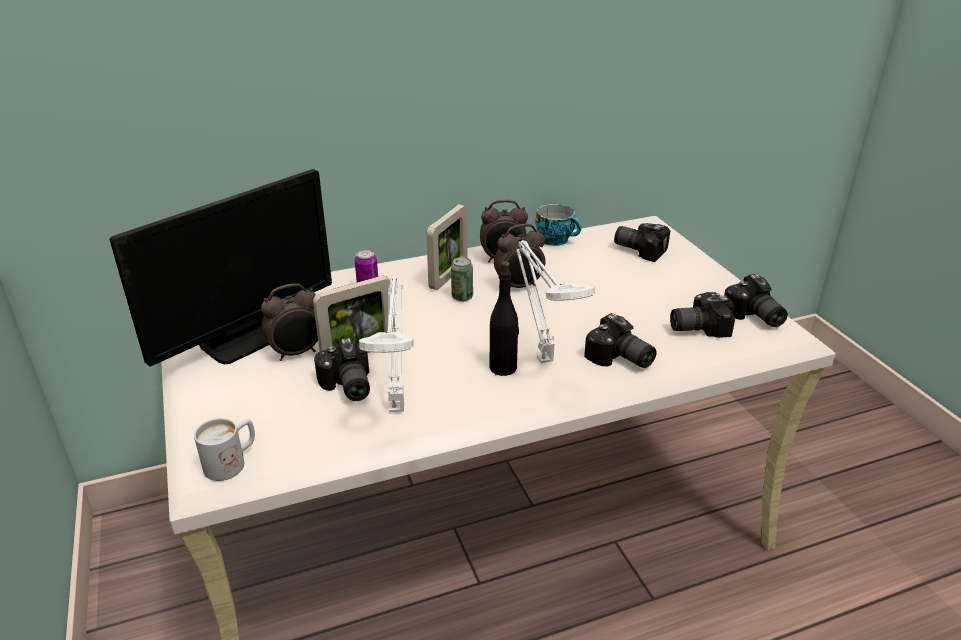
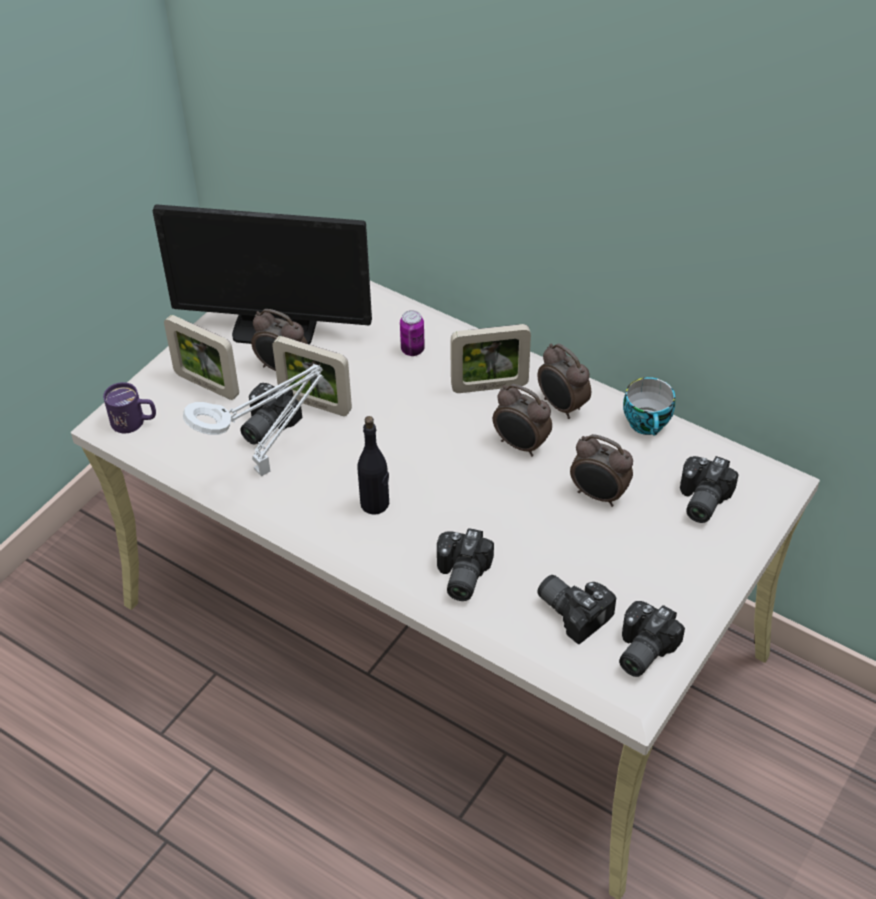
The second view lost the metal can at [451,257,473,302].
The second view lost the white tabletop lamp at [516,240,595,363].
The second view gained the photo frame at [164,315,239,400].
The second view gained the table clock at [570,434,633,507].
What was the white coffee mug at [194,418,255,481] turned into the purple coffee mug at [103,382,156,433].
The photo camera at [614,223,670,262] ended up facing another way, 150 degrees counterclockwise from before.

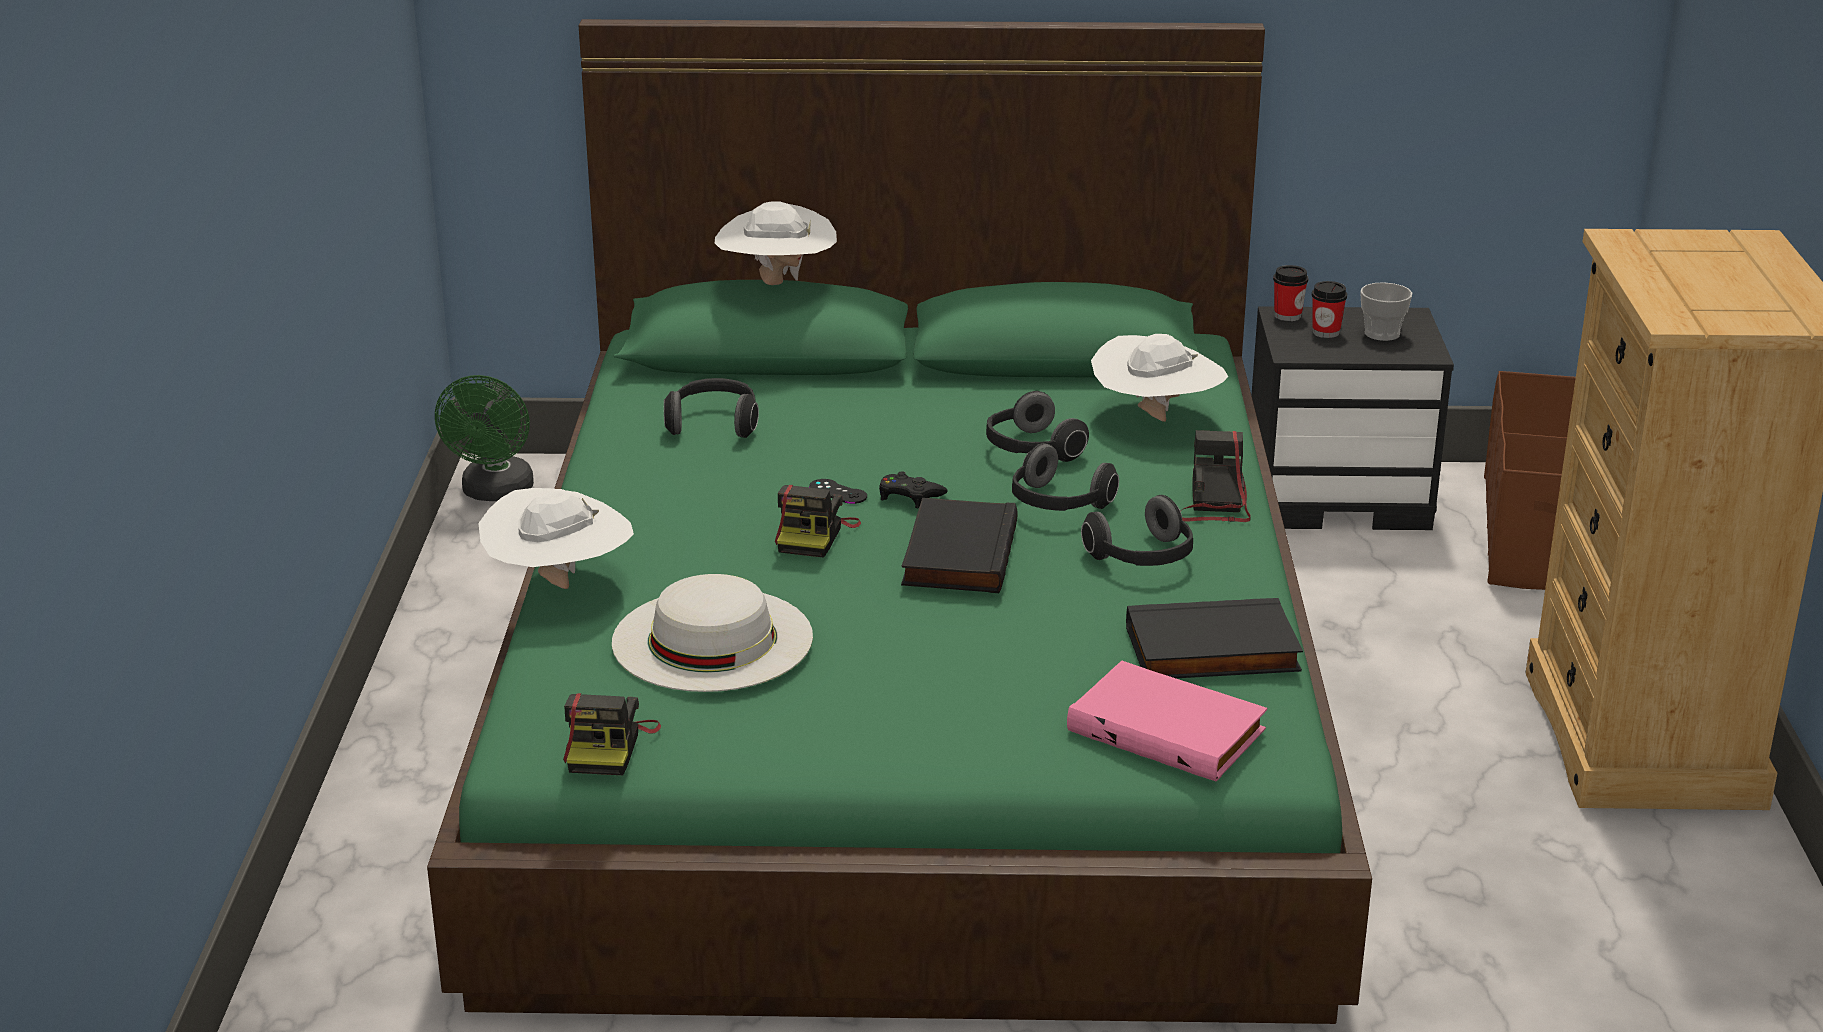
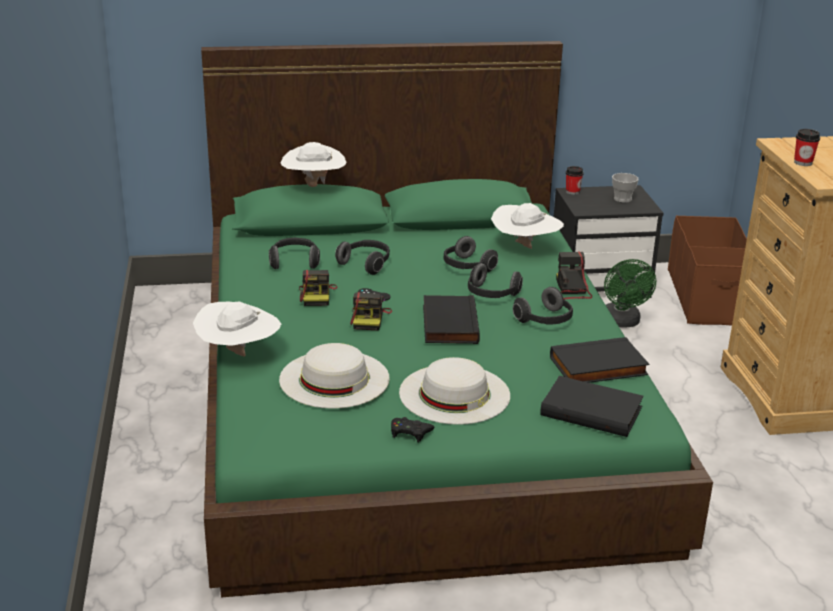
The second view gained the pair of headphones at [335,240,390,275].
The second view gained the white hat at [399,357,510,425].
The greenish fan ended up elsewhere, having gone from [435,375,534,501] to [604,259,656,328].
The photo camera ended up elsewhere, having gone from [563,693,661,775] to [299,270,337,306].
The black joypad ended up elsewhere, having gone from [879,471,948,508] to [391,417,434,442].
The drinking cup ended up elsewhere, having gone from [1312,281,1347,338] to [794,129,820,166].
What was the pink-coloured book at [1067,660,1267,782] turned into the black book at [540,376,643,437].

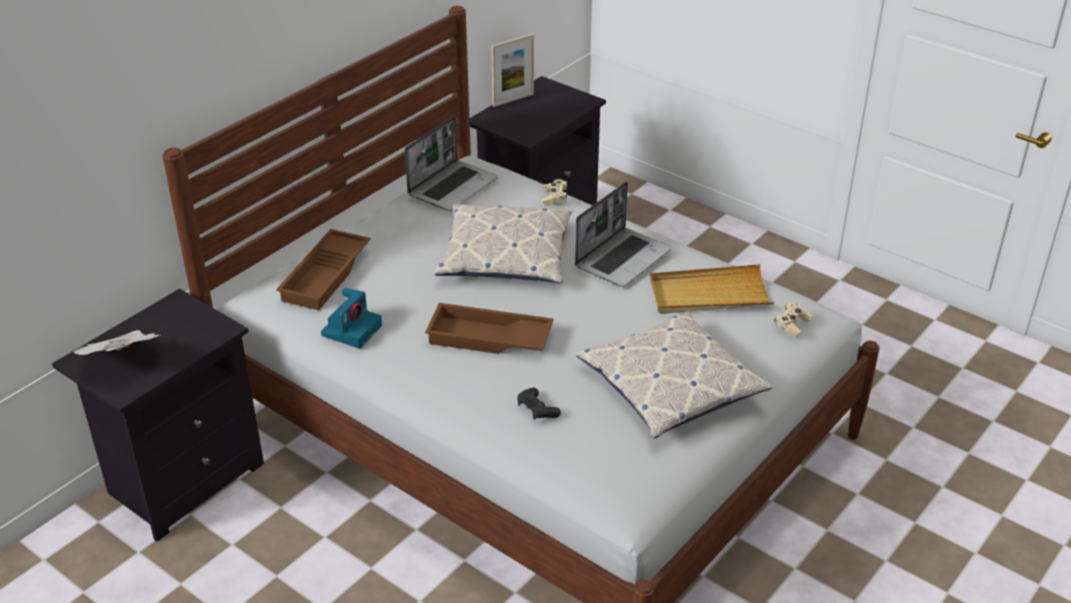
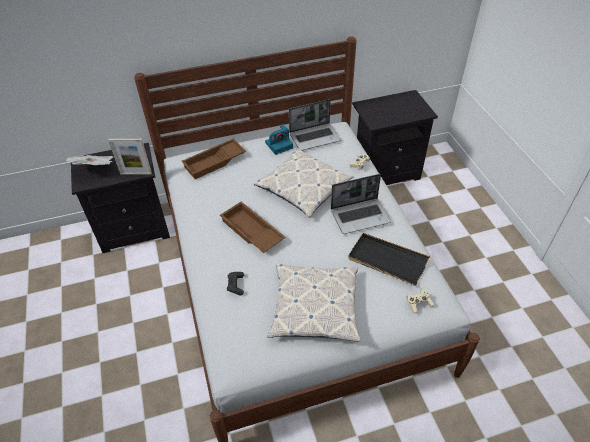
The photo camera ended up elsewhere, having gone from [321,288,382,349] to [265,124,293,155].
The photo frame ended up elsewhere, having gone from [491,34,534,107] to [108,139,152,175].
What was the beige-coloured serving tray at [650,264,774,314] turned into the black serving tray at [348,233,430,286].

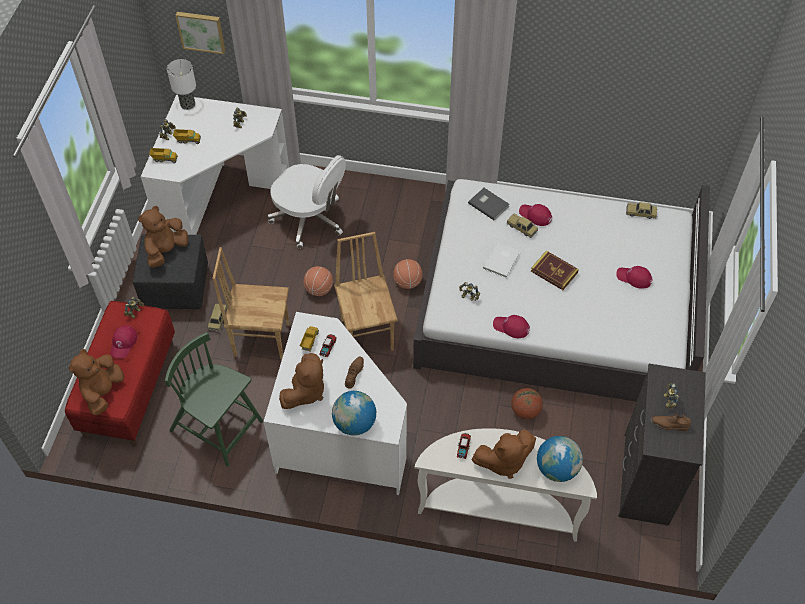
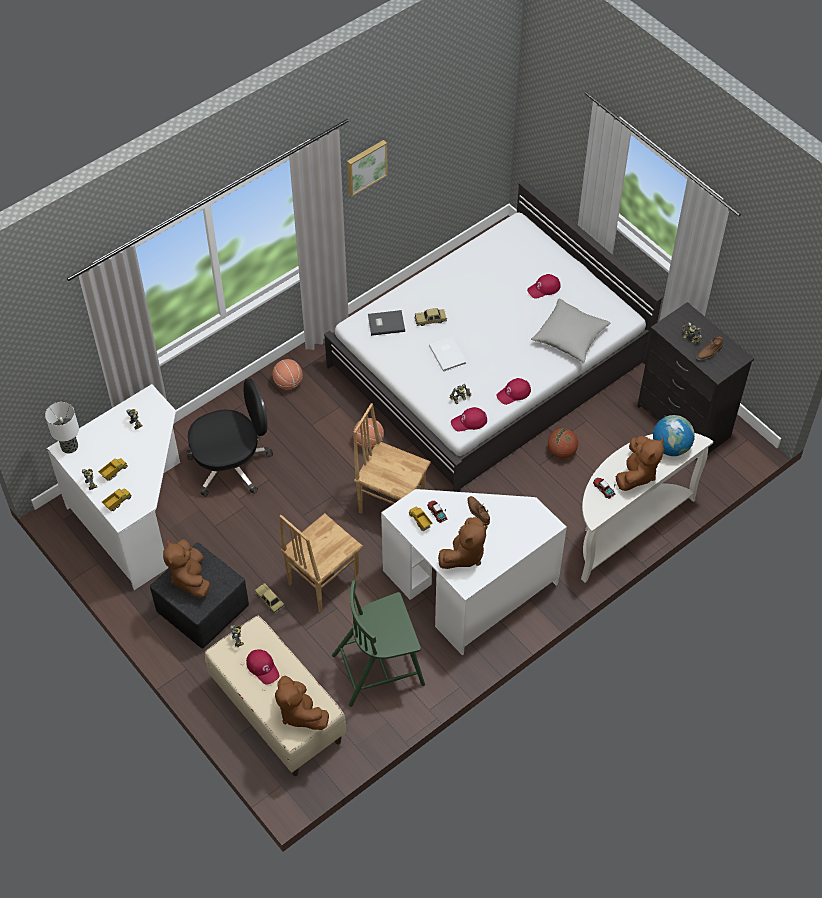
The second view lost the globe at [332,391,376,436].
The second view lost the book at [531,251,579,290].
The second view lost the toy car at [626,202,658,219].
The second view gained the grey pillow at [531,298,610,363].
The wall art ended up elsewhere, having gone from [176,12,225,54] to [347,140,388,196].
The ball for basketball ended up elsewhere, having gone from [303,266,333,296] to [272,359,303,390].
The red-coloured cap ended up elsewhere, having gone from [519,204,552,226] to [451,407,487,431].
What was the red-coloured long seat at [65,301,175,447] turned into the beige-coloured long seat at [205,616,346,776].
What was the white computer chair at [268,155,346,249] turned into the black computer chair at [186,379,273,497].
The brown soft toy at [279,353,324,409] ended up facing another way, 60 degrees clockwise from before.

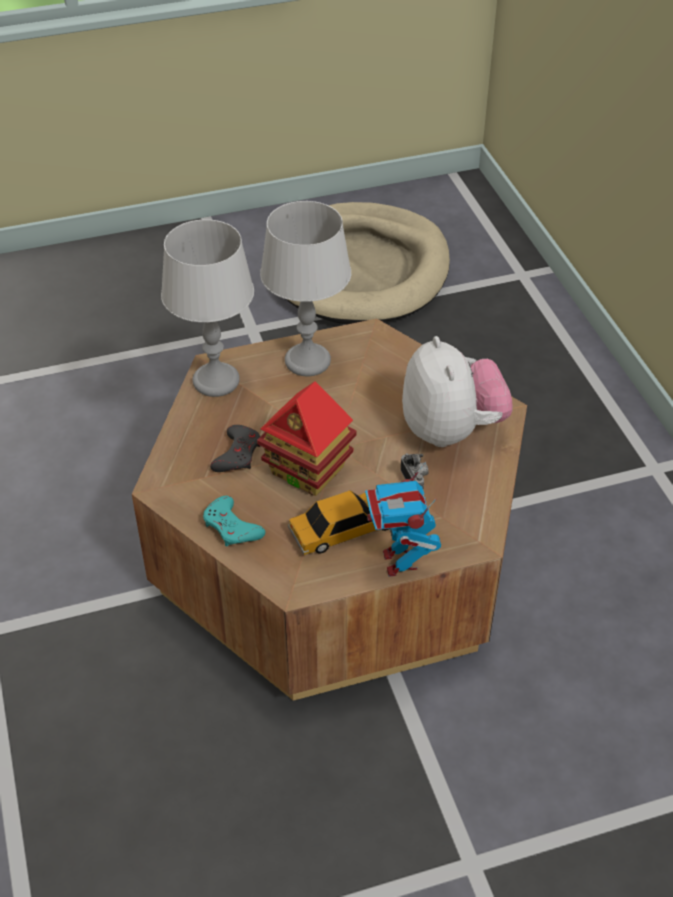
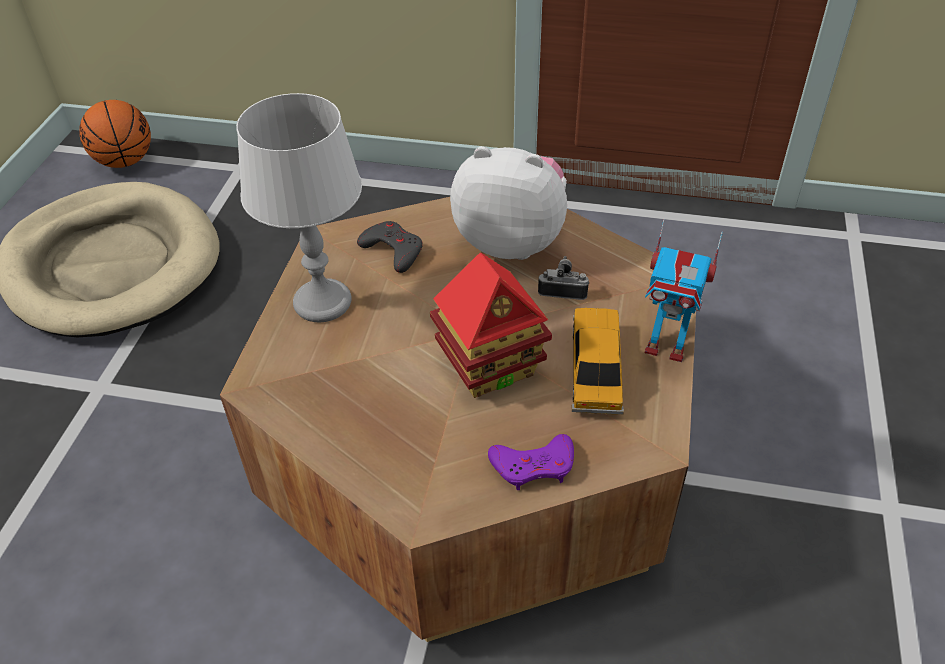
The second view lost the grey tabletop lamp at [161,219,254,397].
The second view gained the ball for basketball at [79,100,151,168].
The grey joypad ended up elsewhere, having gone from [210,425,260,472] to [357,221,423,273].
What was the turquoise-coloured joypad at [203,496,265,547] turned into the purple joypad at [488,434,574,490].

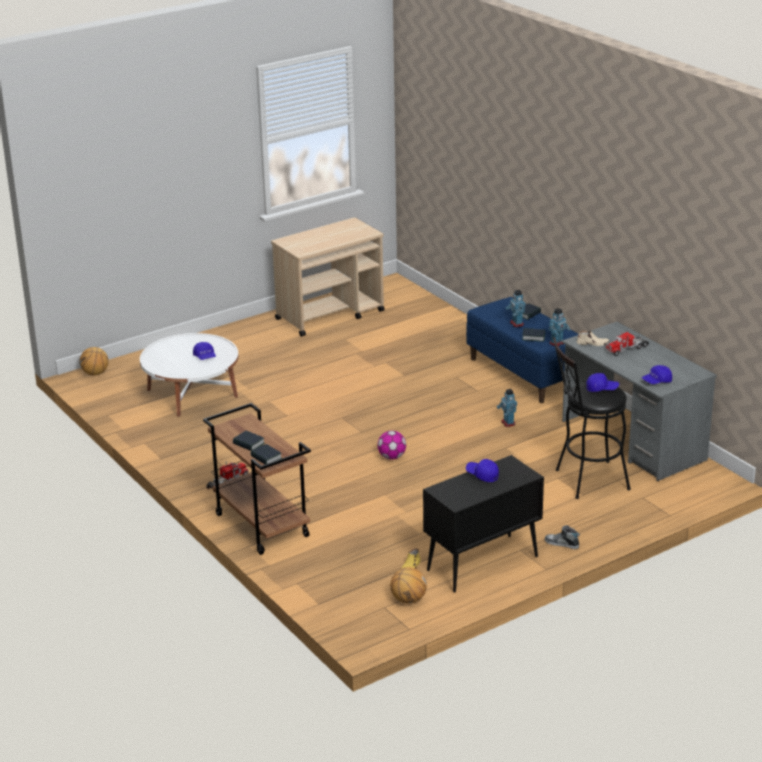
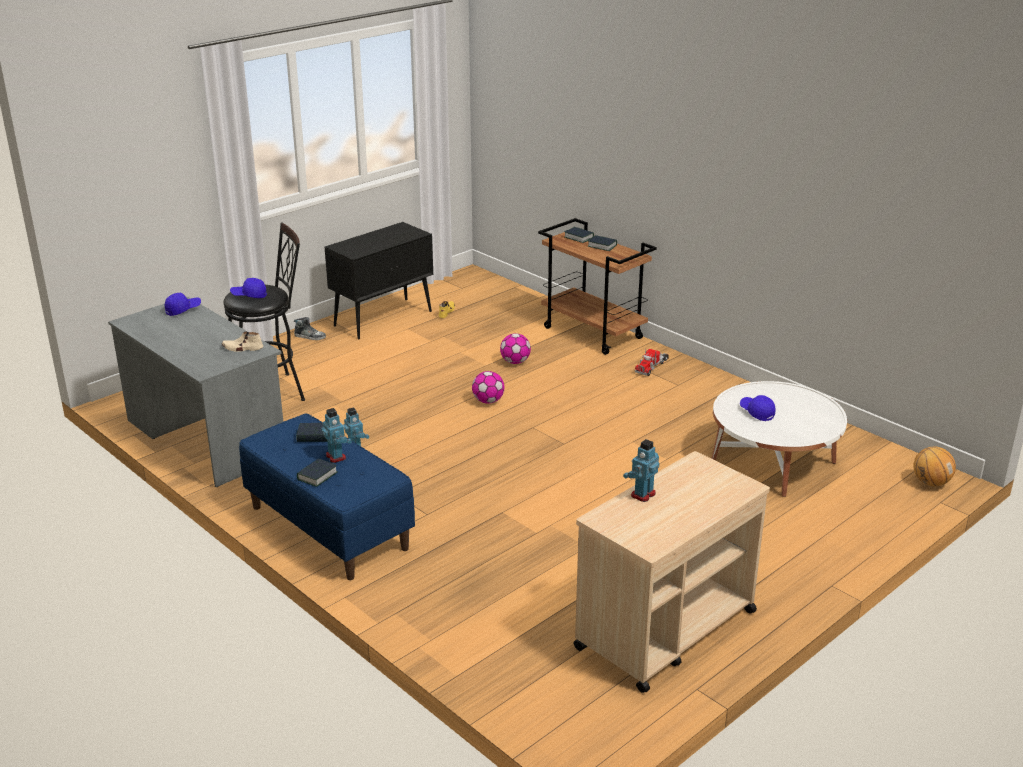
The second view lost the ball for basketball at [390,567,427,604].
The second view lost the blue cap at [466,459,499,482].
The second view lost the model truck at [605,331,649,356].
The second view gained the football at [500,333,531,364].
The toy robot ended up elsewhere, having gone from [549,308,571,347] to [623,439,659,502].

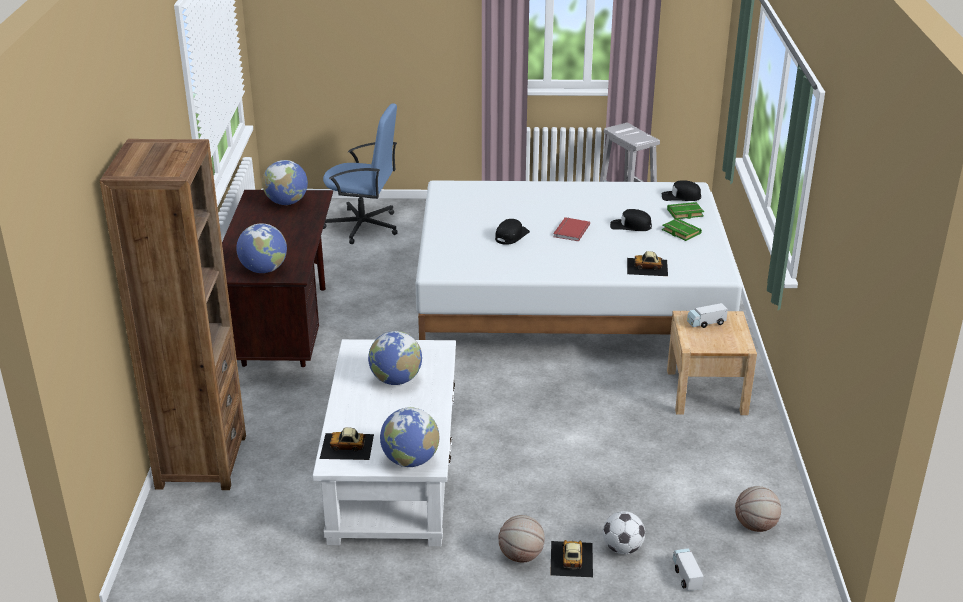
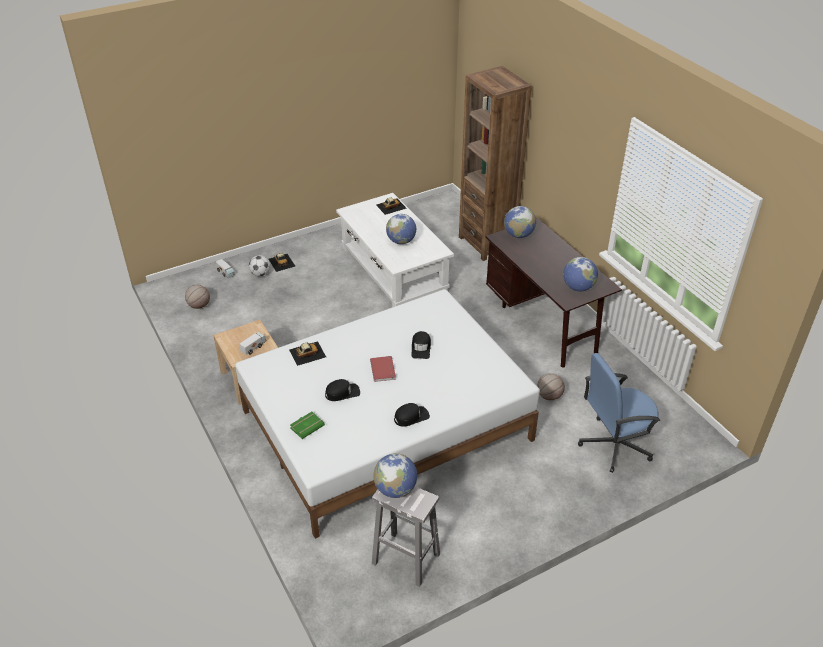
The second view lost the greenish book at [662,218,702,241].
The globe ended up elsewhere, having gone from [380,407,439,467] to [373,453,417,498].
The ball for basketball ended up elsewhere, having gone from [499,515,545,562] to [537,373,565,400].
The black cap ended up elsewhere, having gone from [662,180,701,201] to [394,403,430,427].

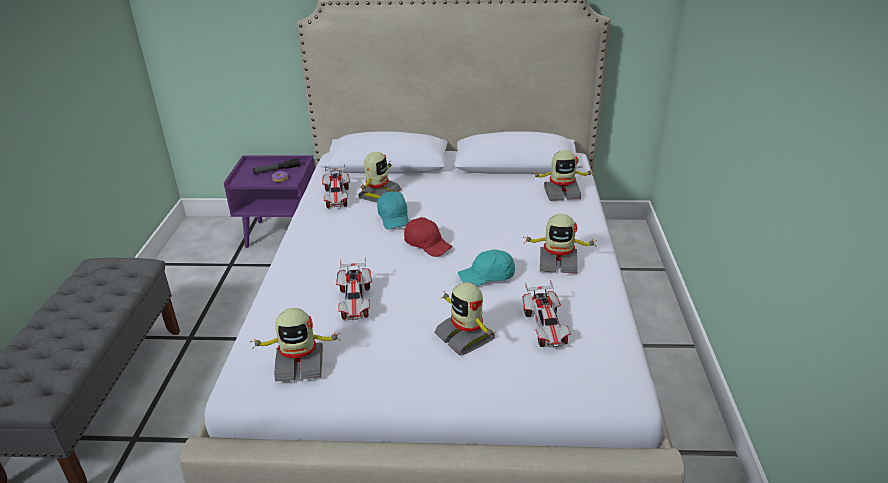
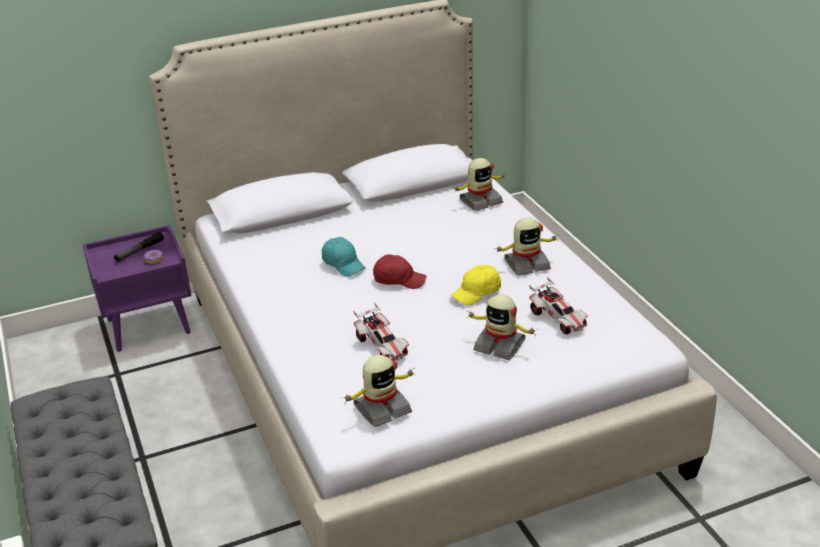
The second view lost the toy car at [322,164,350,208].
The second view lost the toy robot at [359,152,401,202].
What was the turquoise-coloured cap at [458,249,515,286] turned into the yellowish cap at [450,265,501,305].

